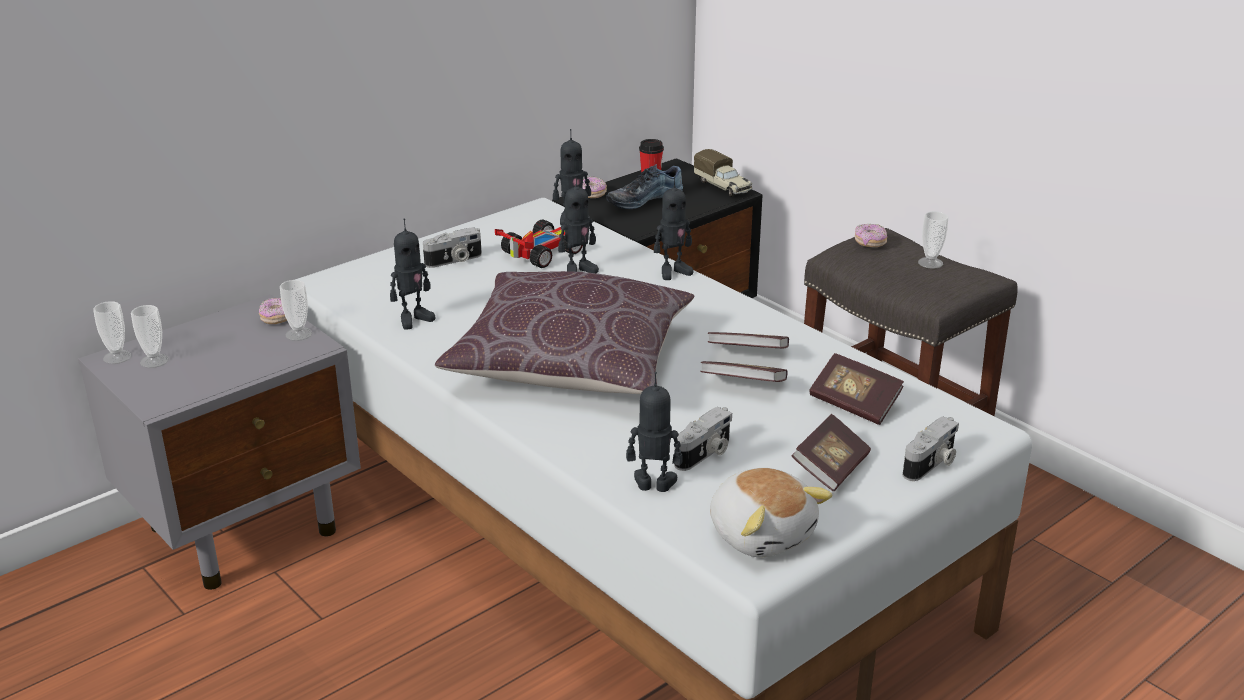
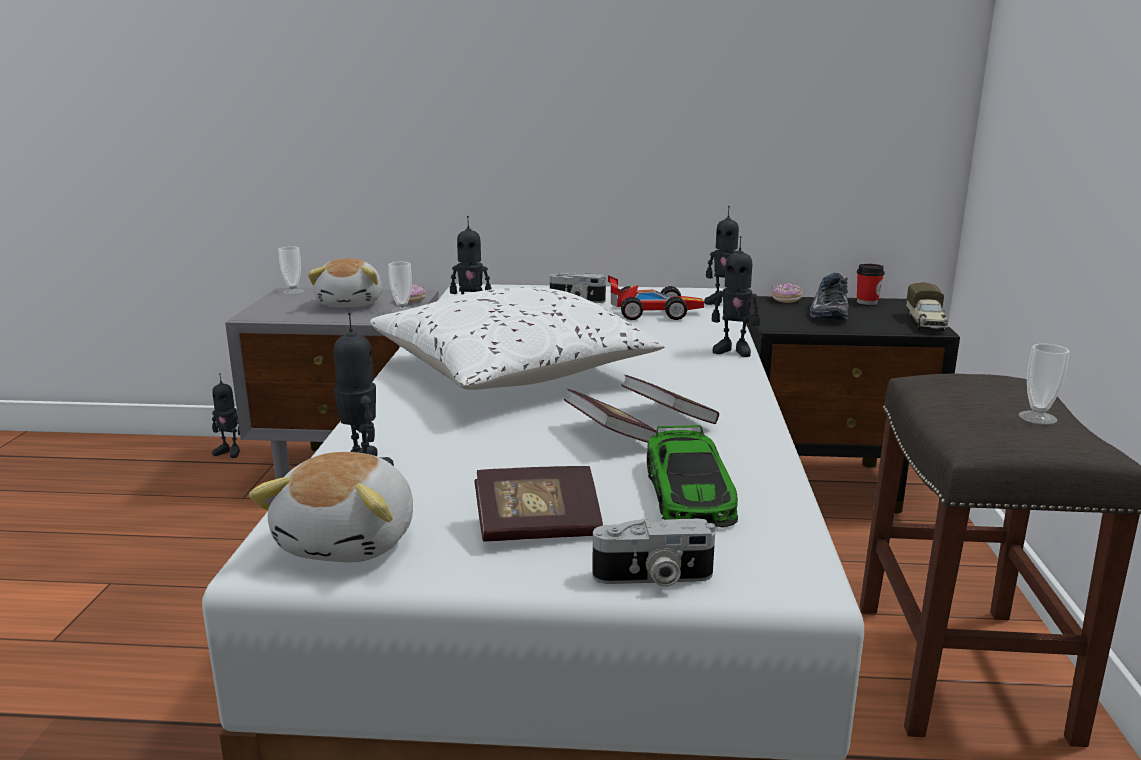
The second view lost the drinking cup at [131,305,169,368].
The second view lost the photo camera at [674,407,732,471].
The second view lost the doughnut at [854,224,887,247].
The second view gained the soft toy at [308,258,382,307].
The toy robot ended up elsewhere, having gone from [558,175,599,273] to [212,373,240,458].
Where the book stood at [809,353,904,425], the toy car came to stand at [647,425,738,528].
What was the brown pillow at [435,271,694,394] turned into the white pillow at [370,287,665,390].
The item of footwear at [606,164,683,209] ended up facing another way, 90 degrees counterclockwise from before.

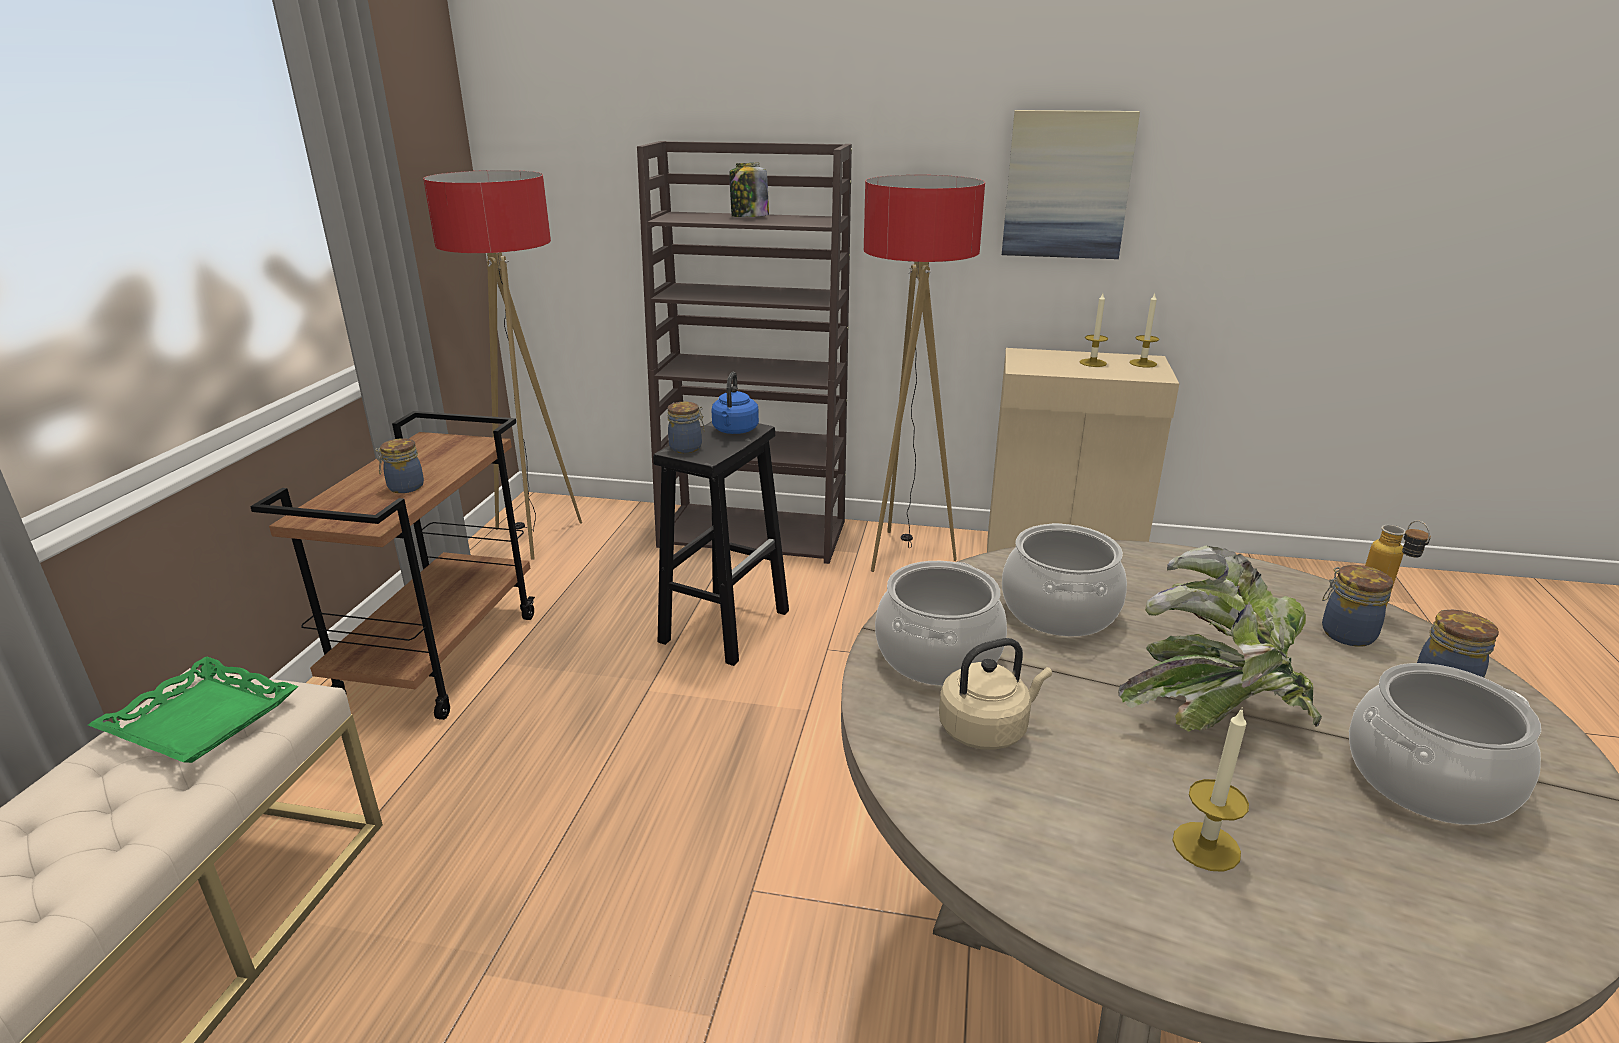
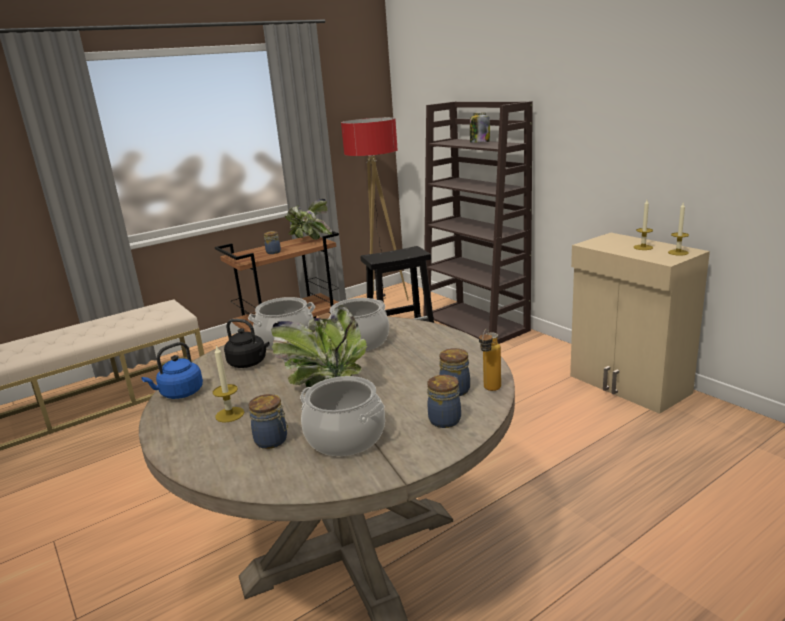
The second view lost the greenish serving tray at [88,657,298,763].
The second view lost the standard lamp at [864,175,985,572].
The second view lost the wall art at [1002,110,1140,259].
The second view gained the houseplant at [285,199,332,240].
The preserve jar ended up elsewhere, having gone from [668,402,705,453] to [249,394,288,449].
The blue water kettle ended up elsewhere, having gone from [712,372,759,434] to [142,342,203,399].
What was the beige-coloured water kettle at [939,638,1052,750] turned into the black water kettle at [224,319,270,368].

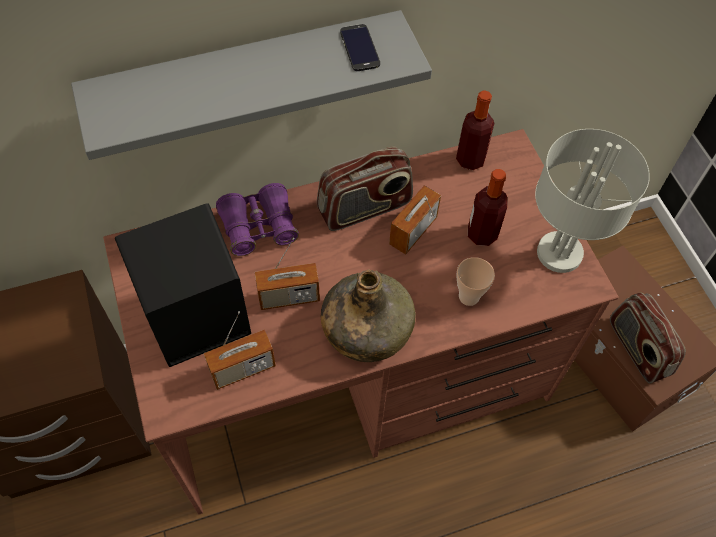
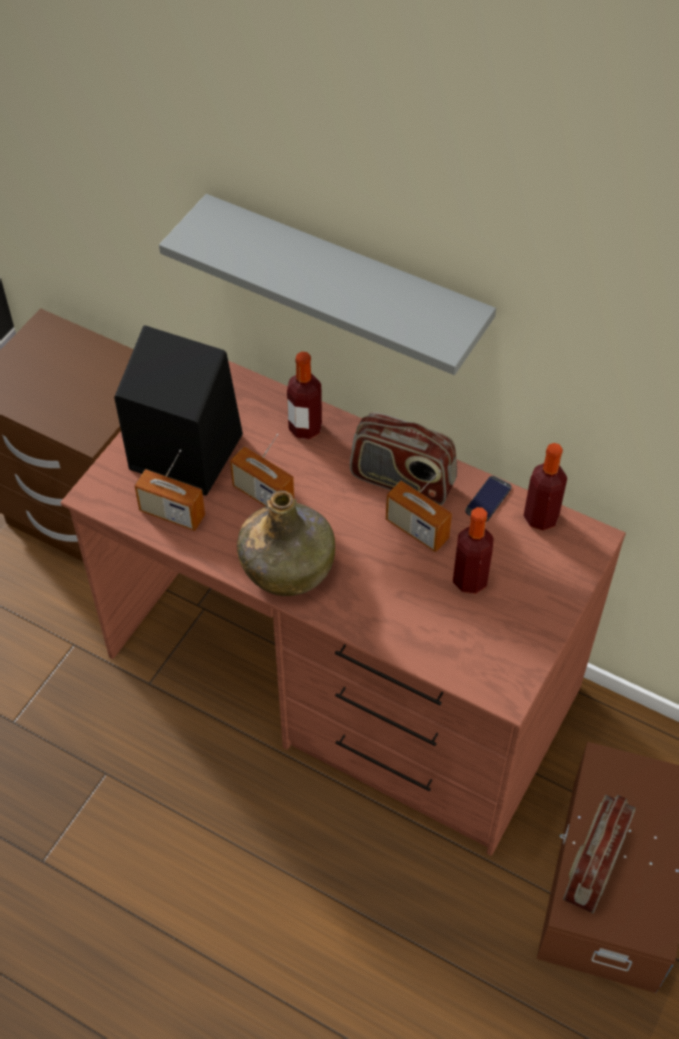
The second view lost the drinking cup at [456,257,495,306].
The second view lost the grey tabletop lamp at [535,129,650,273].
The telephone ended up elsewhere, having gone from [340,24,380,71] to [465,476,512,522].
Where the purple pair of binoculars stood at [216,183,299,256], the bottle came to stand at [287,352,322,439].
The radio at [389,186,441,254] ended up facing another way, 135 degrees counterclockwise from before.

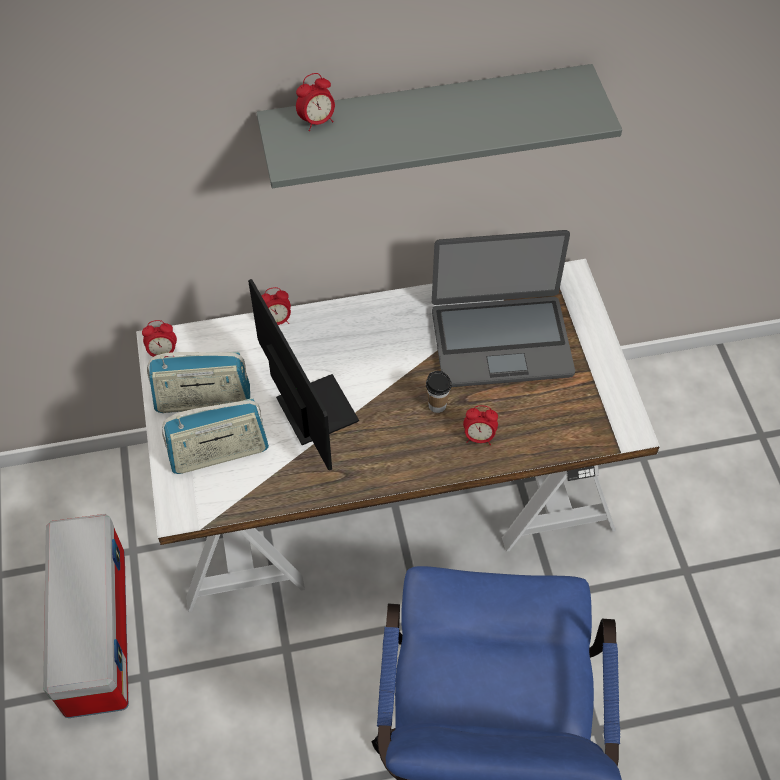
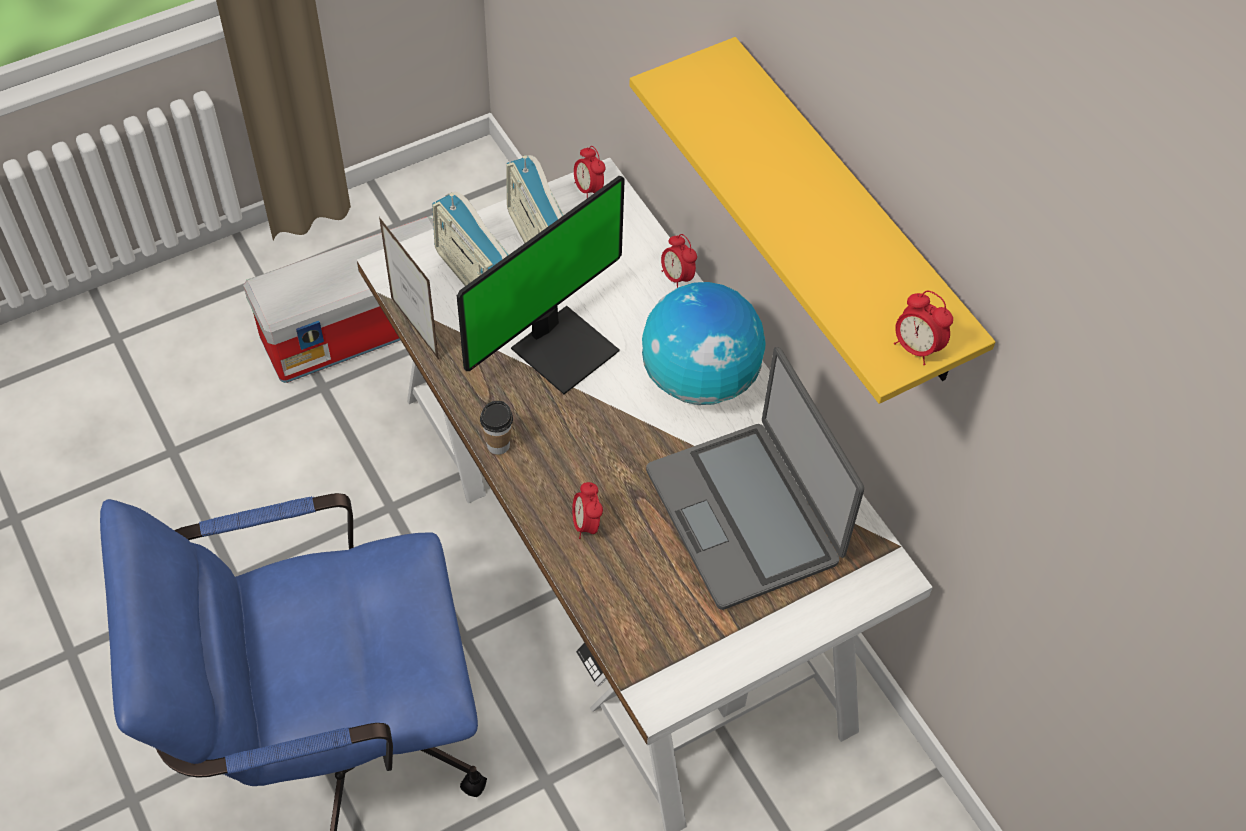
The second view gained the photo frame at [379,217,439,360].
The second view gained the globe at [642,282,765,405].
The table clock ended up elsewhere, having gone from [296,73,335,131] to [894,291,953,365].
The drinking cup ended up elsewhere, having gone from [426,371,452,413] to [480,401,513,455].
What was the grey wall shelf at [257,64,622,188] turned into the yellowish wall shelf at [629,37,995,404].

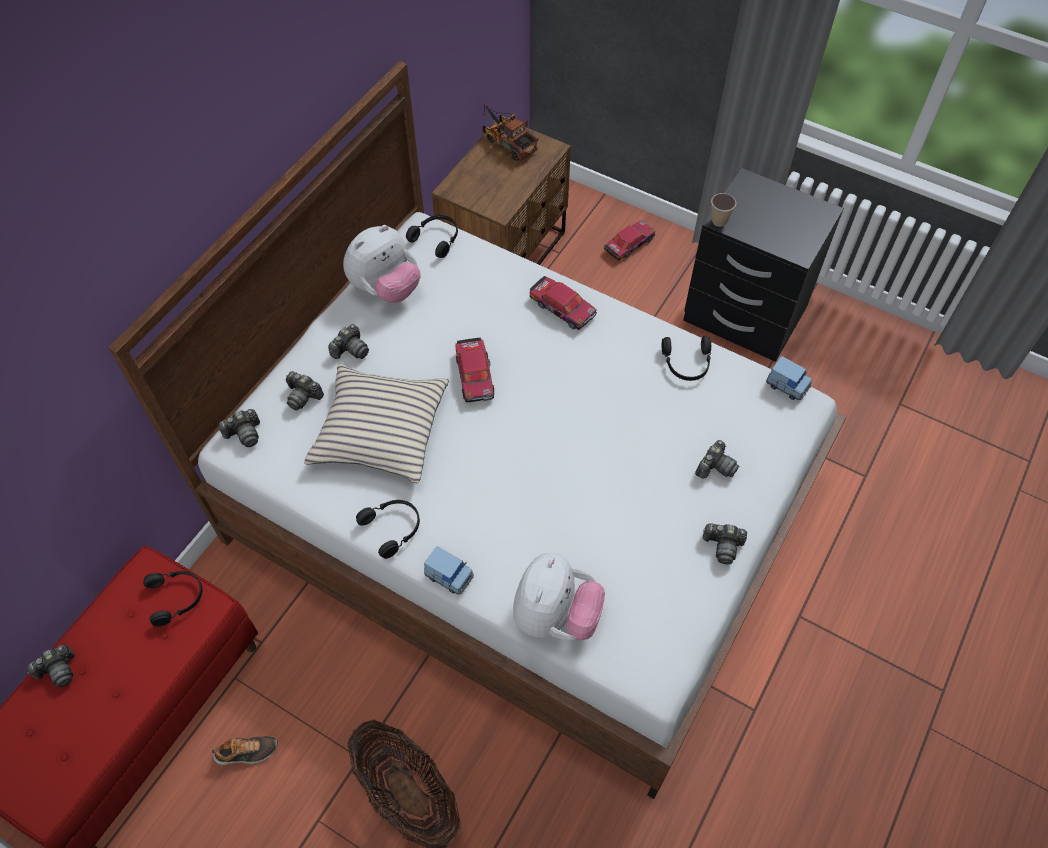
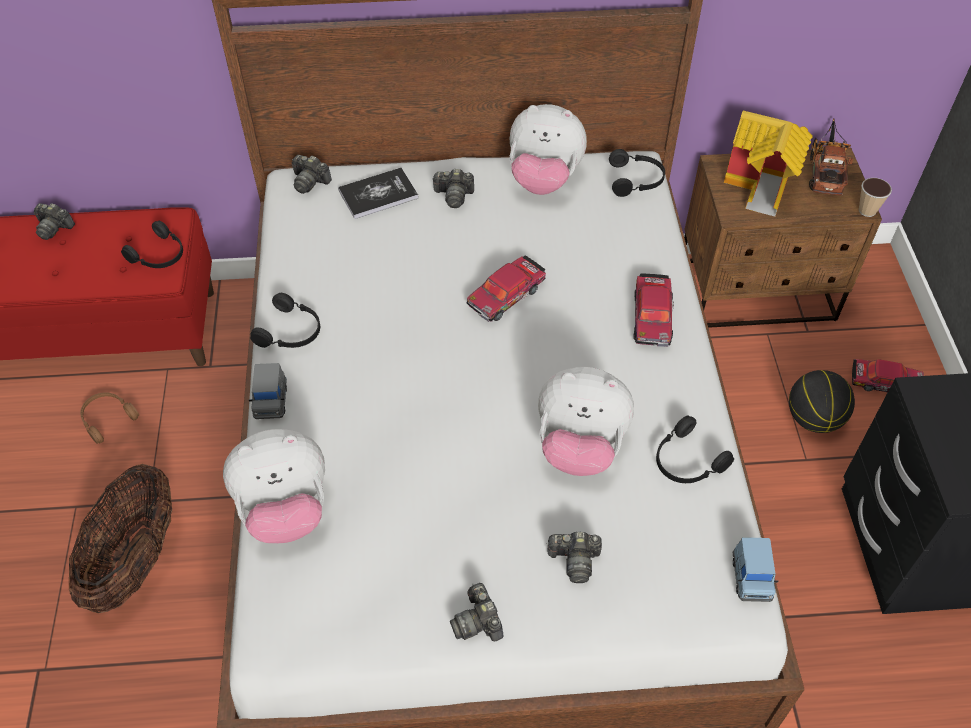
The second view lost the beige-coloured pillow at [304,363,449,483].
The second view gained the soft toy at [538,367,634,476].
The second view gained the model house at [724,111,813,217].
The second view gained the ball for basketball at [789,370,855,433].
The drinking cup ended up elsewhere, having gone from [711,193,736,227] to [859,178,892,217].
Where the item of footwear stood at [212,736,278,765], the brown pair of headphones came to stand at [80,392,139,444].
Where the photo camera stood at [286,371,324,410], the book came to stand at [338,168,418,219].
What was the blue toy car at [424,546,474,595] turned into the grey toy car at [249,363,287,419].

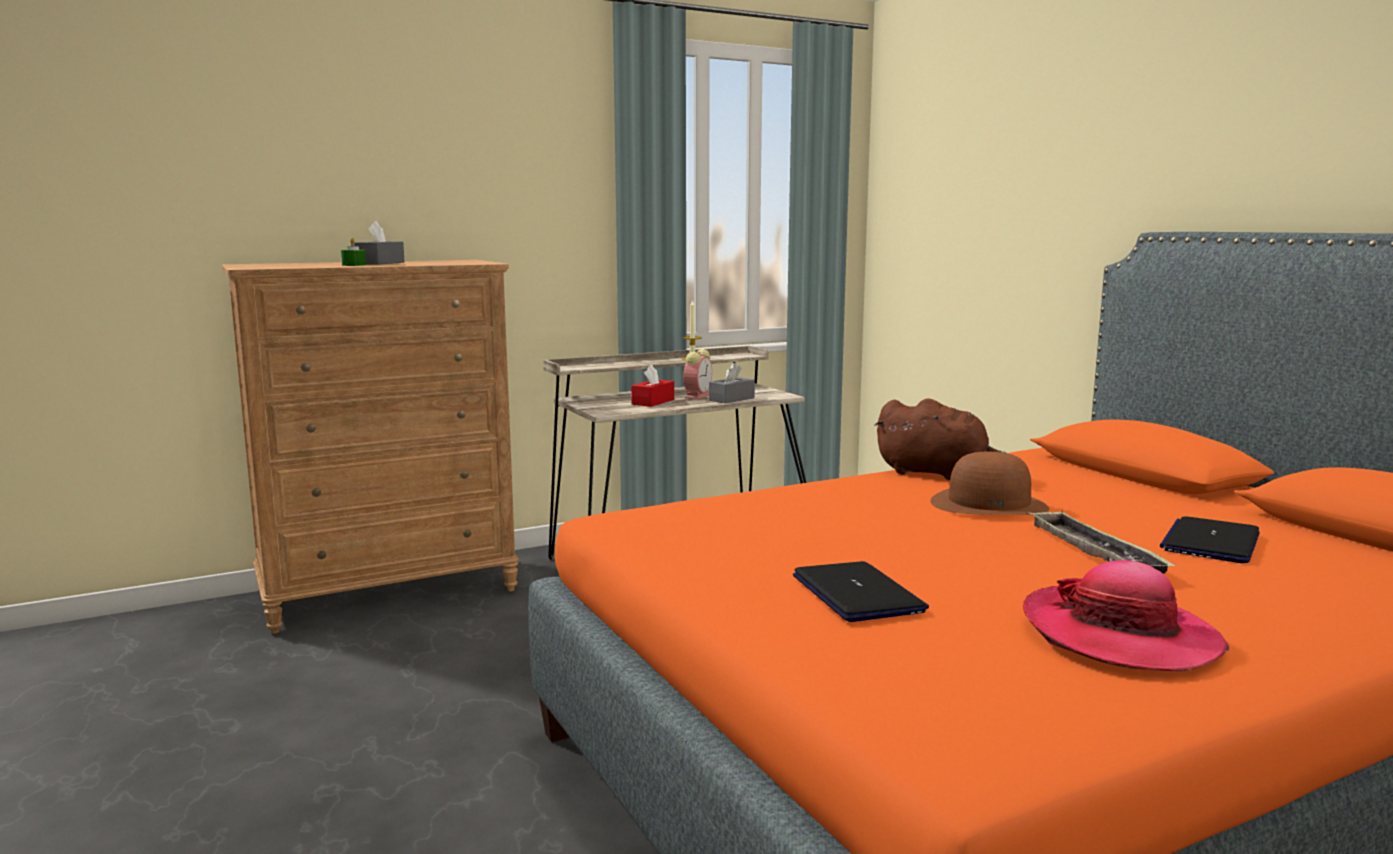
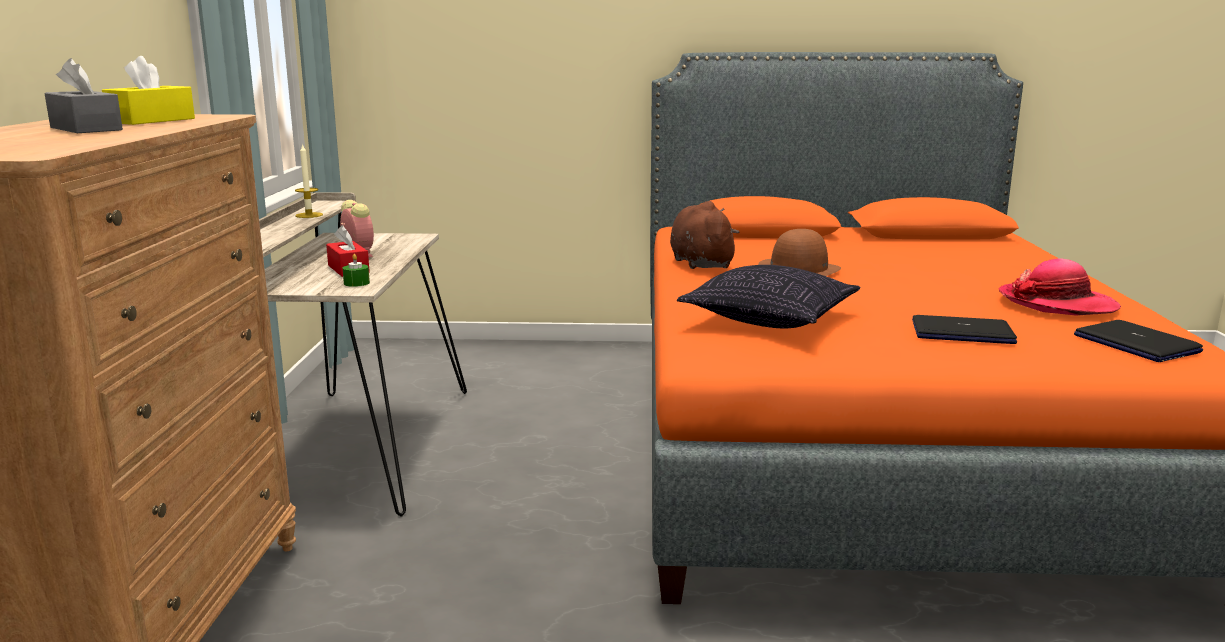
The second view lost the grey tissue holder at [709,363,755,404].
The second view lost the serving tray at [1028,511,1176,574].
The second view gained the yellowish tissue holder at [102,56,195,125].
The second view gained the pillow at [677,265,861,328].
The greenish wax light ended up elsewhere, having gone from [341,237,366,266] to [343,254,370,287].
The laptop ended up elsewhere, having gone from [1160,516,1260,563] to [1074,320,1203,362].
The brown soft toy at [874,398,1006,480] ended up facing another way, 75 degrees counterclockwise from before.

